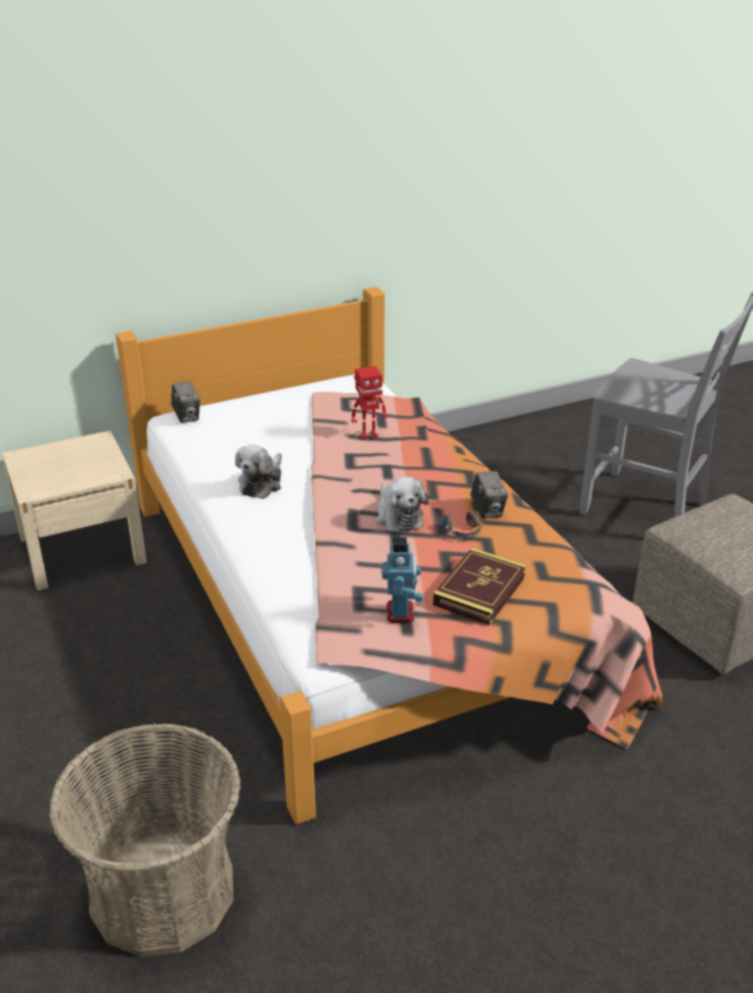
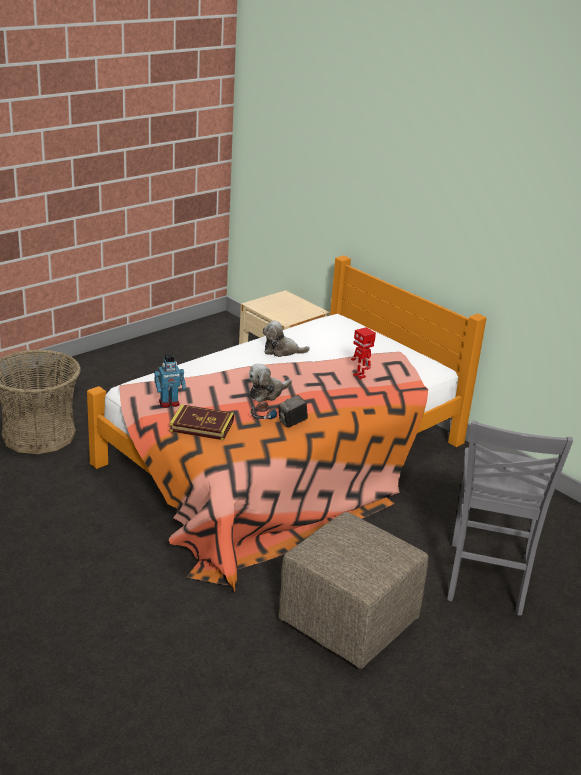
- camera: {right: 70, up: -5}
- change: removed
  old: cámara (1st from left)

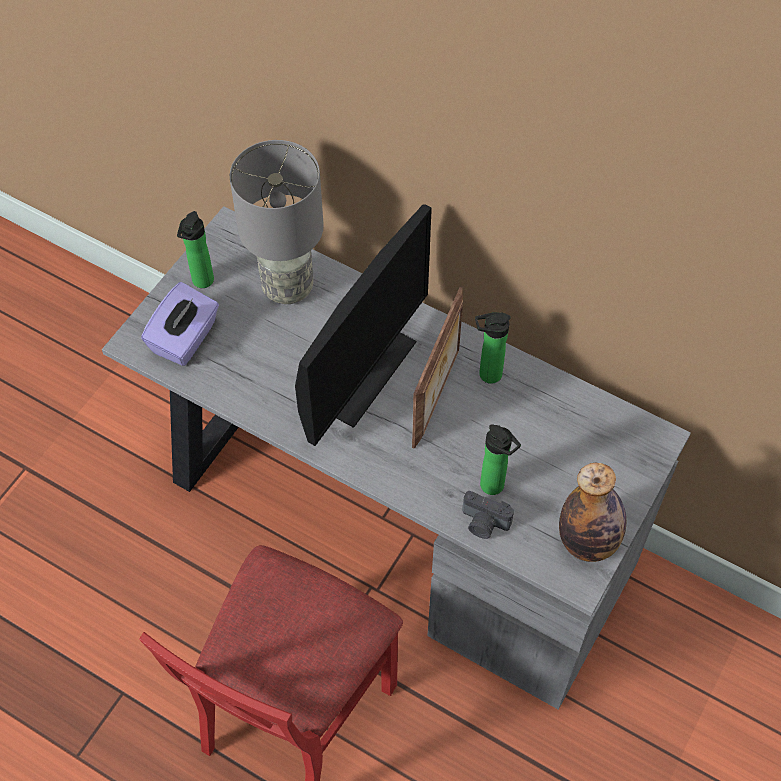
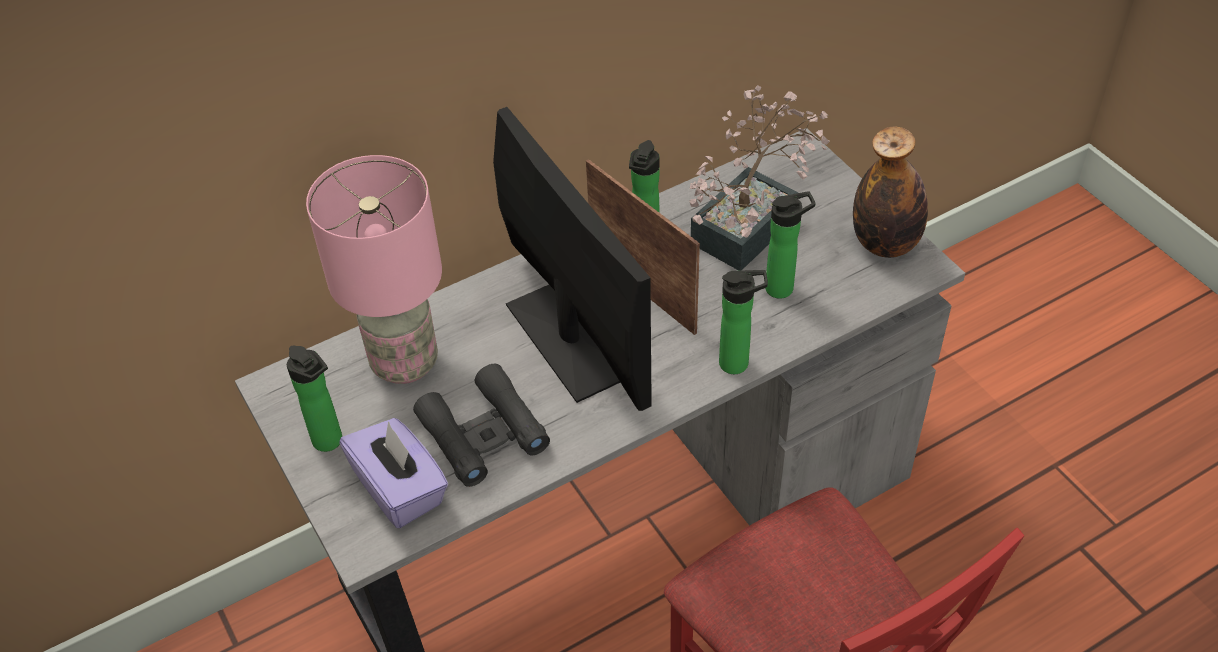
- camera: {right: -60, up: -10}
- change: removed
  old: cámara
- change: added
  new: prismáticos [negro]
- change: added
  new: planta en maceta
- change: added
  new: botella (3rd from left)
- change: recoloured
  old: lámpara de mesa [gris]
  new: lámpara de mesa [rosa]

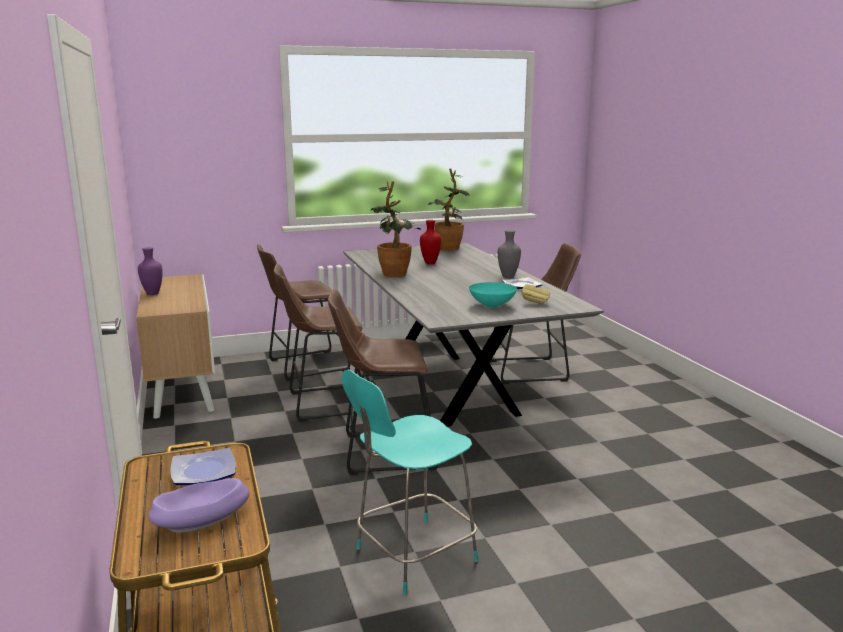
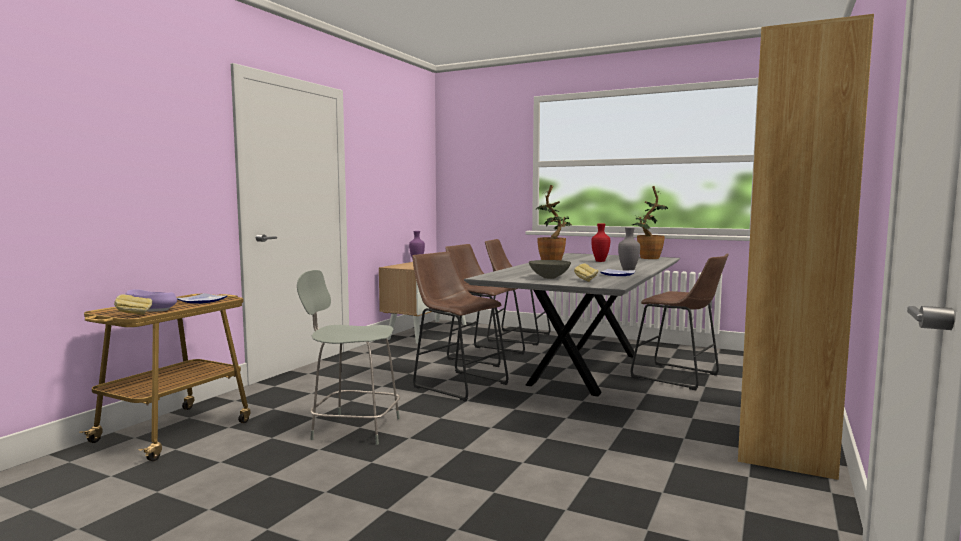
- camera: {right: 45, up: -10}
- change: added
  new: pan (1st from left)
- change: added
  new: estantería [marrón]
- change: recoloured
  old: silla [turquesa]
  new: silla [gris]
- change: recoloured
  old: cuenco [turquesa]
  new: cuenco [gris]

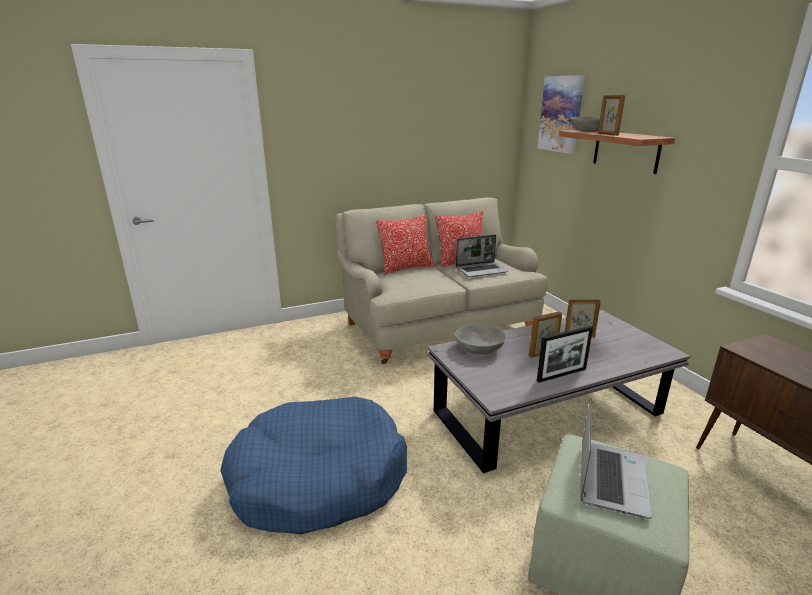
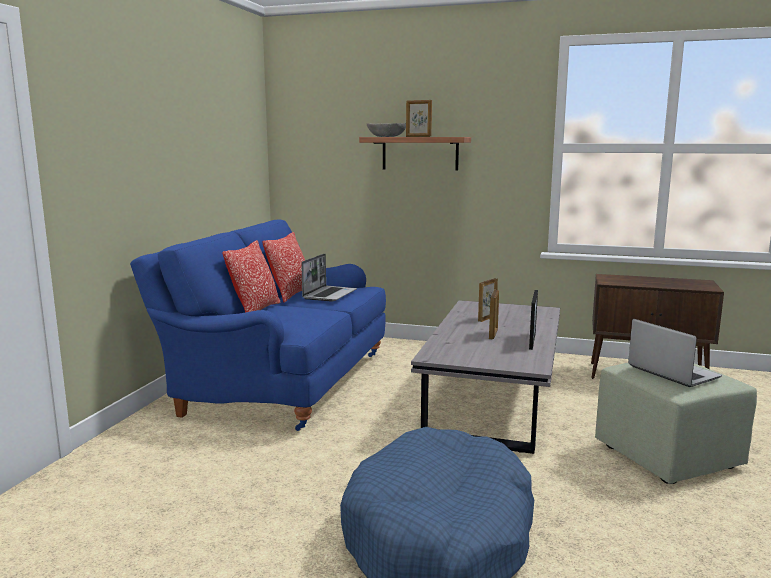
- camera: {right: -50, up: -10}
- change: removed
  old: cuenco [gris] (1st from left)
- change: removed
  old: cuadro
- change: recoloured
  old: sofá [beis]
  new: sofá [azul]

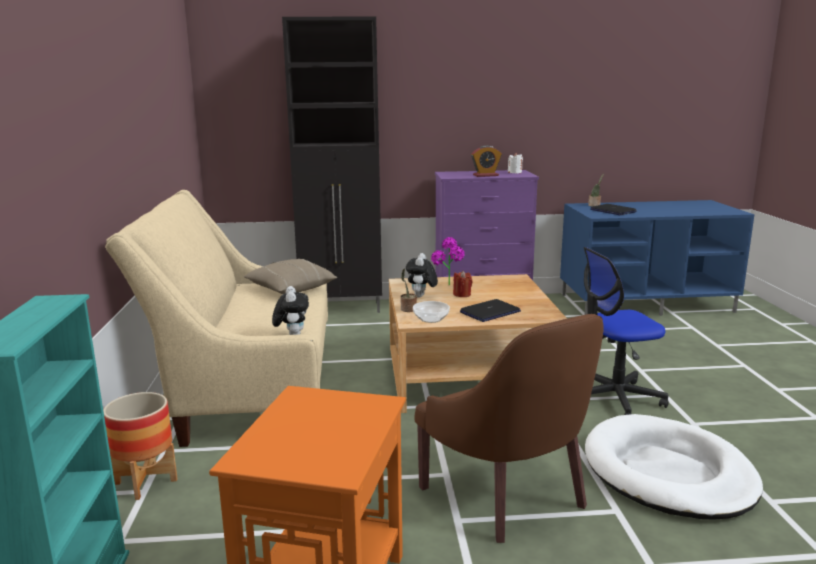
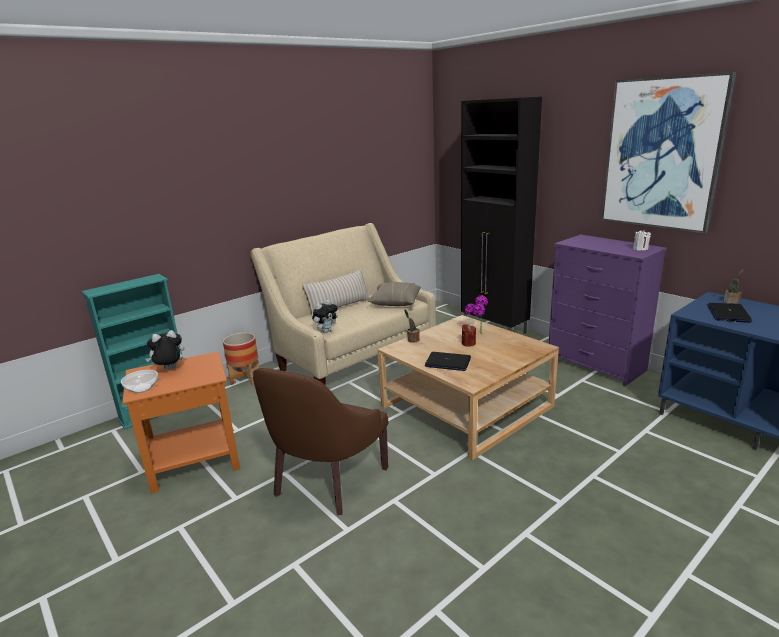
- camera: {right: 55, up: 5}
- change: removed
  old: despertador
- change: removed
  old: silla de oficina
- change: removed
  old: cama para perro [blanco]
- change: added
  new: cojín [beis] (1st from left)
- change: added
  new: cuadro
- change: moved
  old: peluche (2nd from left in the first image)
  new: peluche (1st from left)
- change: moved
  old: cuenco

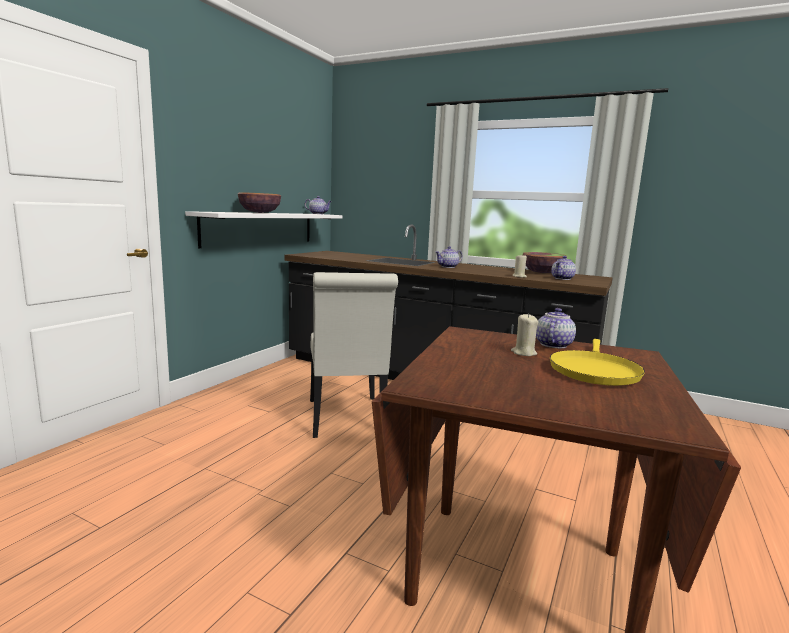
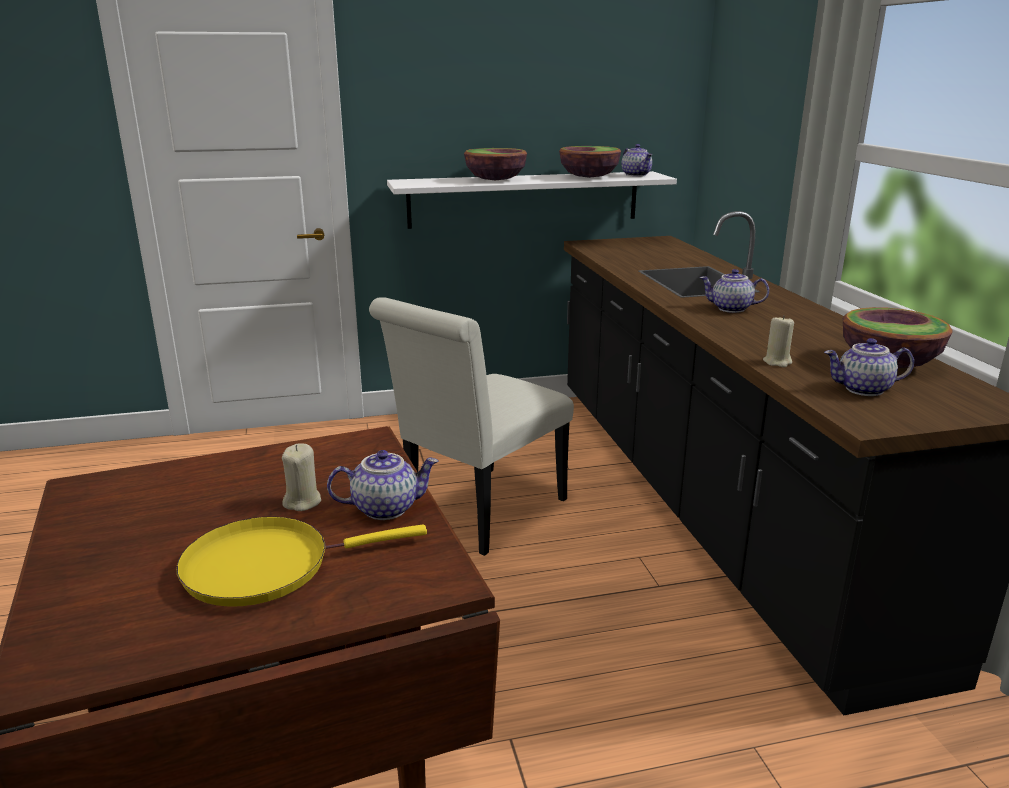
- camera: {right: 50, up: 10}
- change: added
  new: cuenco (2nd from left)

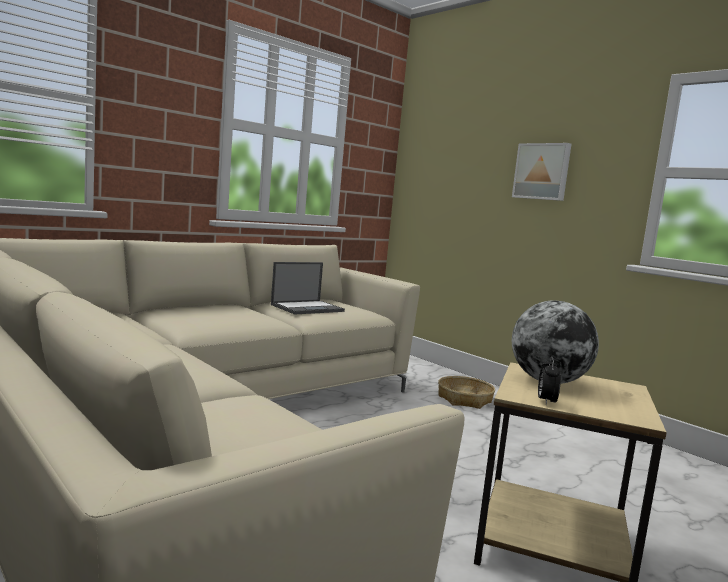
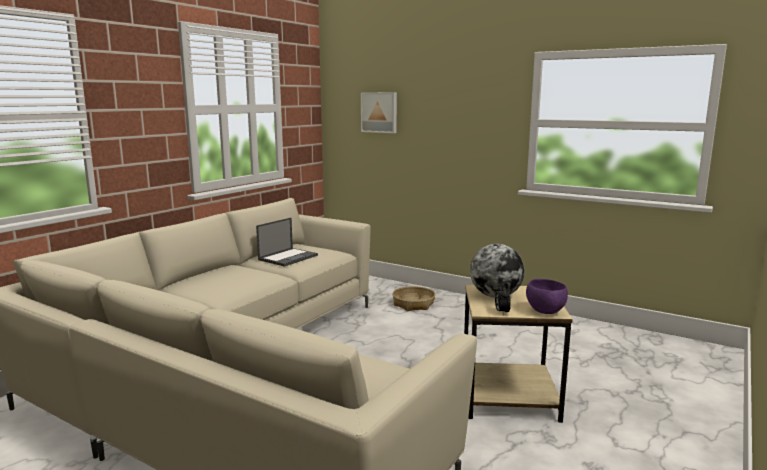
- camera: {right: -15, up: 5}
- change: added
  new: cuenco [morado]
- change: moved
  old: cuadro

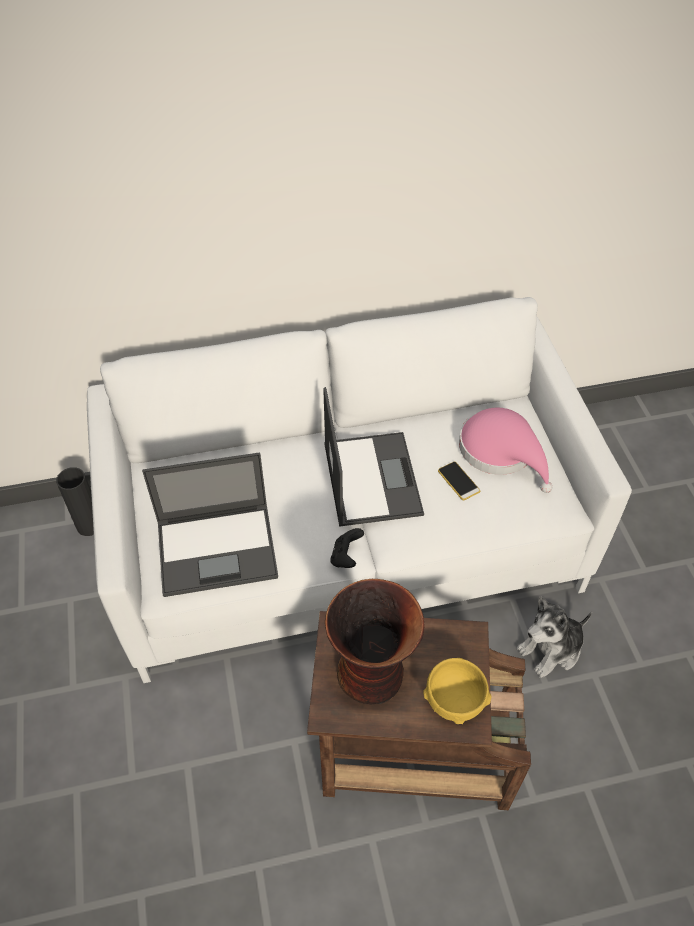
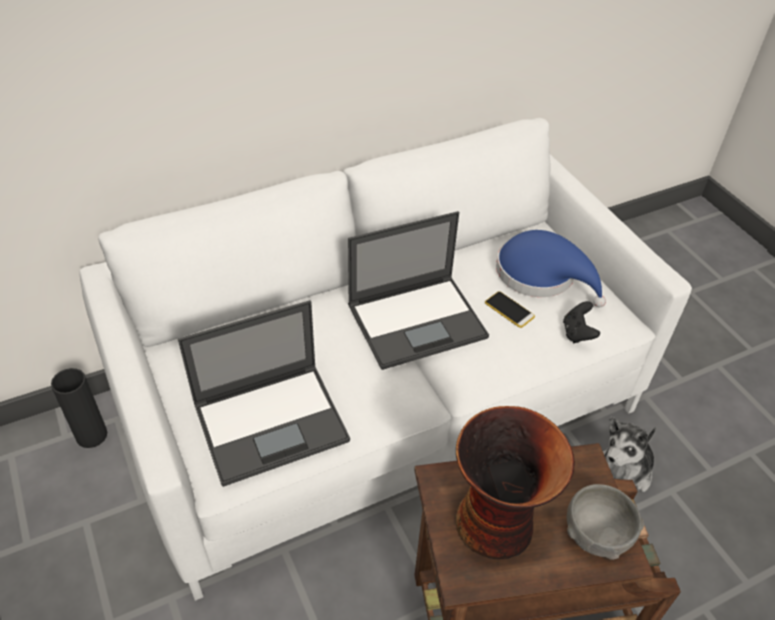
- camera: {right: -15, up: -5}
- change: moved
  old: mando de consola [negro]
- change: recoloured
  old: cuenco [amarillo]
  new: cuenco [gris]
- change: recoloured
  old: sombrero [rosa]
  new: sombrero [azul]
- change: turned
  old: portátil (2nd from left)
  degrees: 90

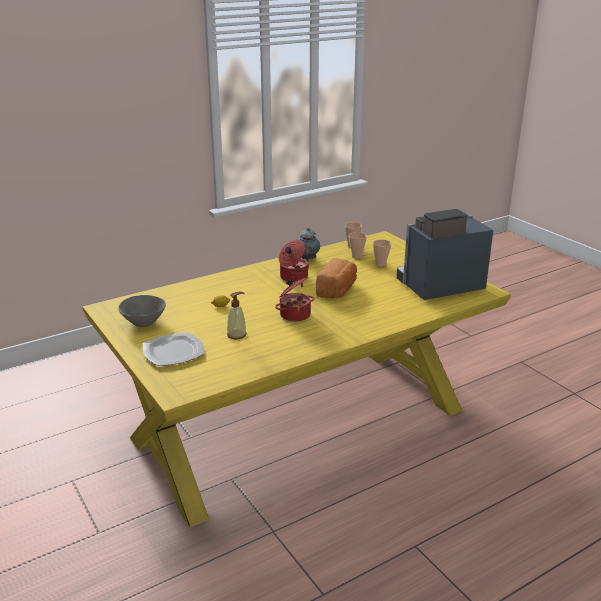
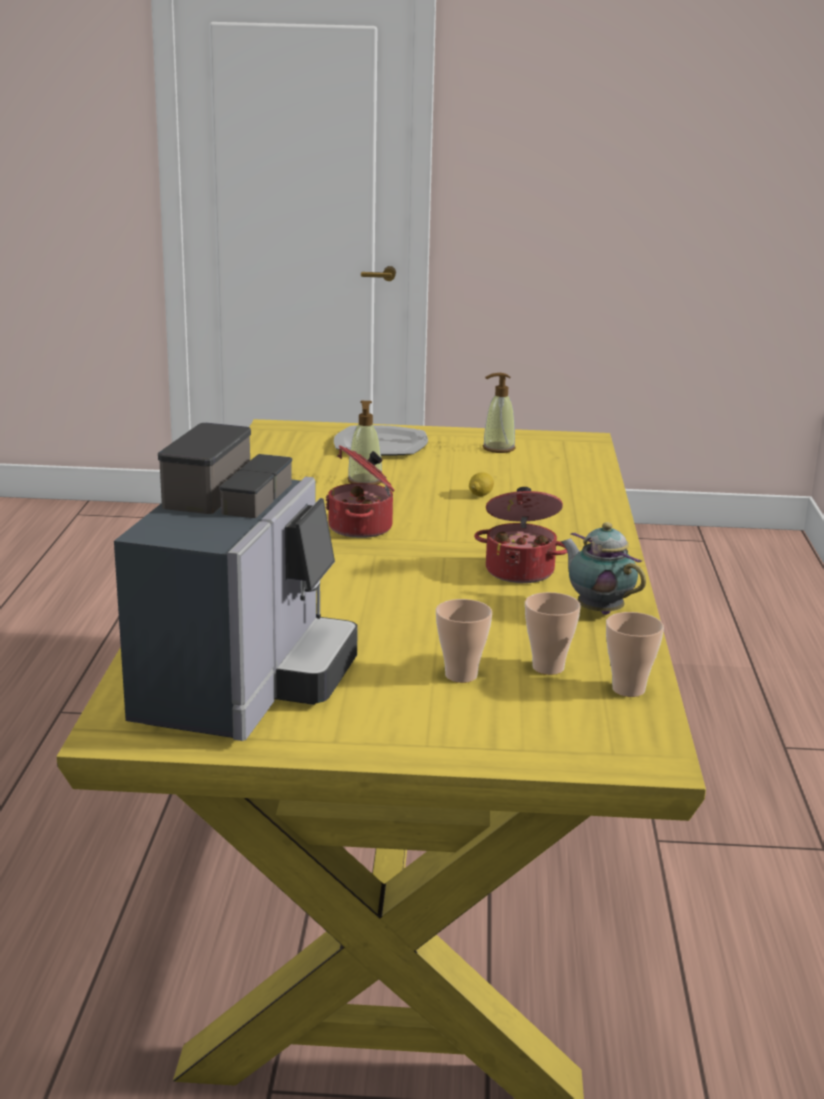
- camera: {right: 125, up: -5}
- change: removed
  old: pan
- change: replaced
  old: cuenco [gris]
  new: dispensador de jabón (2nd from left)

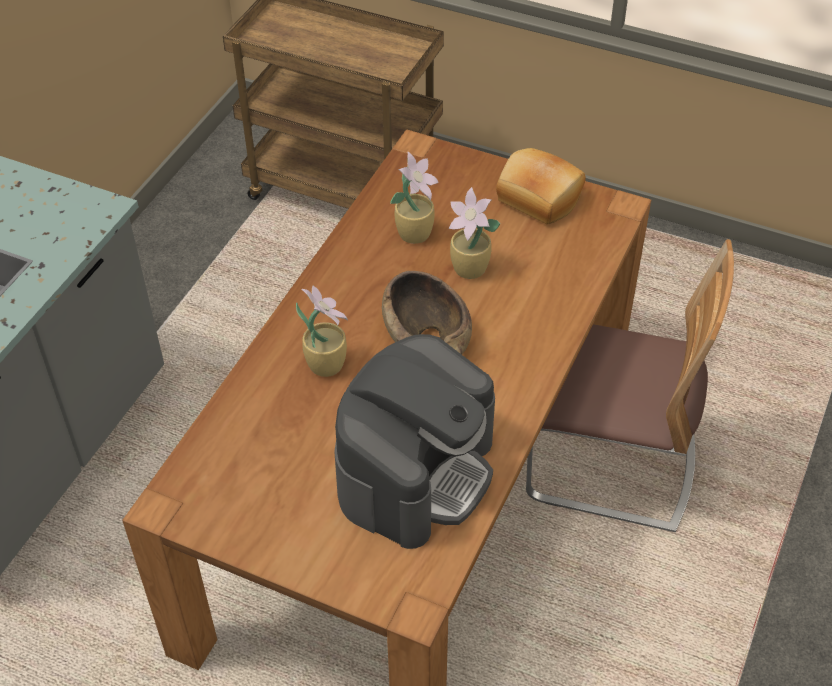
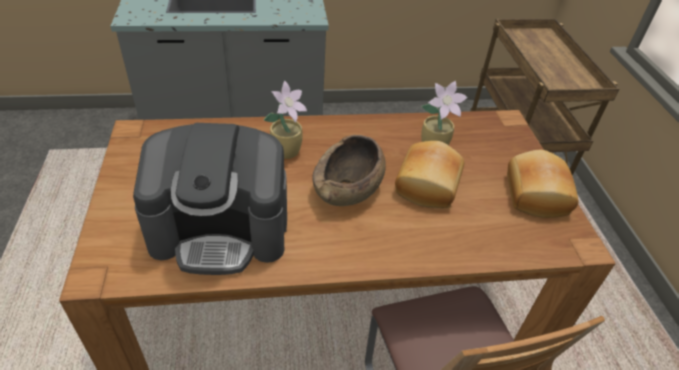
- camera: {right: 55, up: -5}
- change: replaced
  old: planta en maceta (3rd from left)
  new: pan (1st from left)

